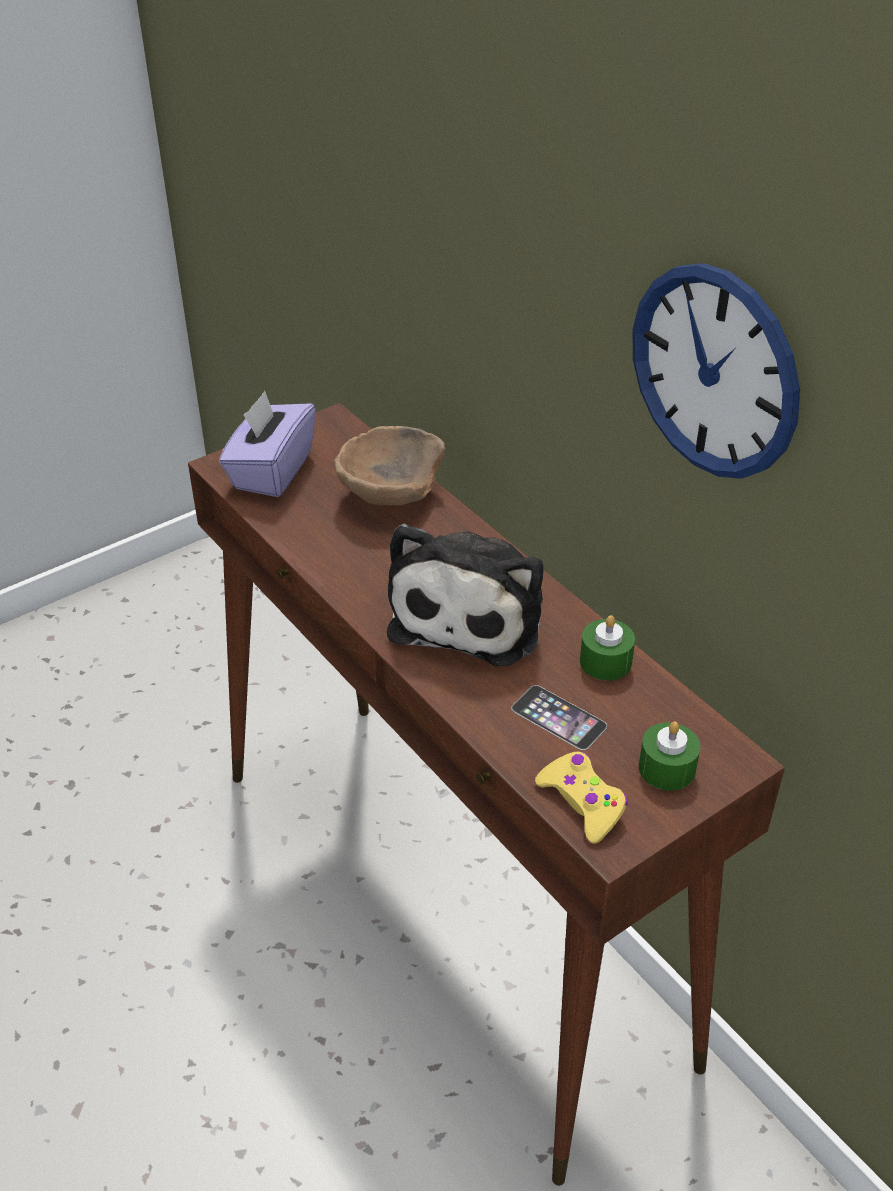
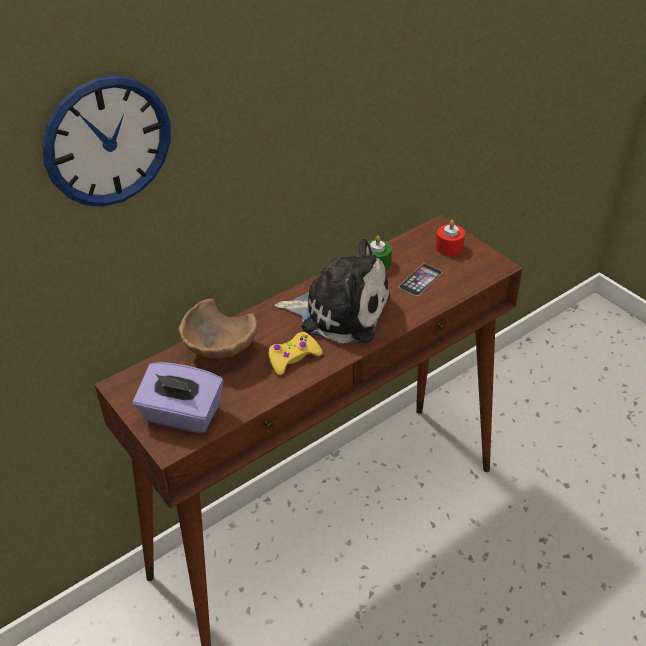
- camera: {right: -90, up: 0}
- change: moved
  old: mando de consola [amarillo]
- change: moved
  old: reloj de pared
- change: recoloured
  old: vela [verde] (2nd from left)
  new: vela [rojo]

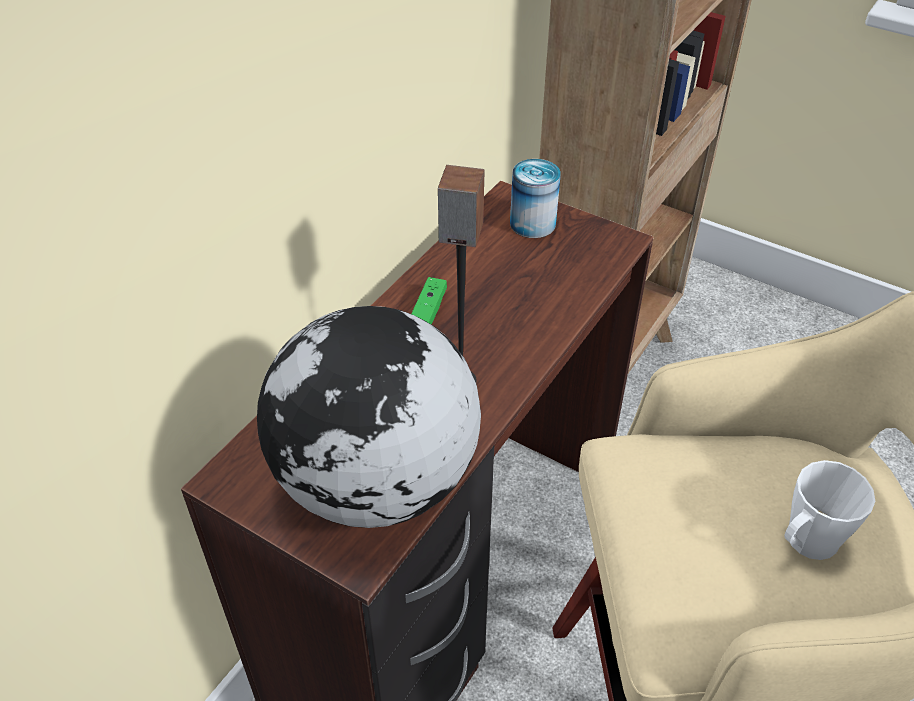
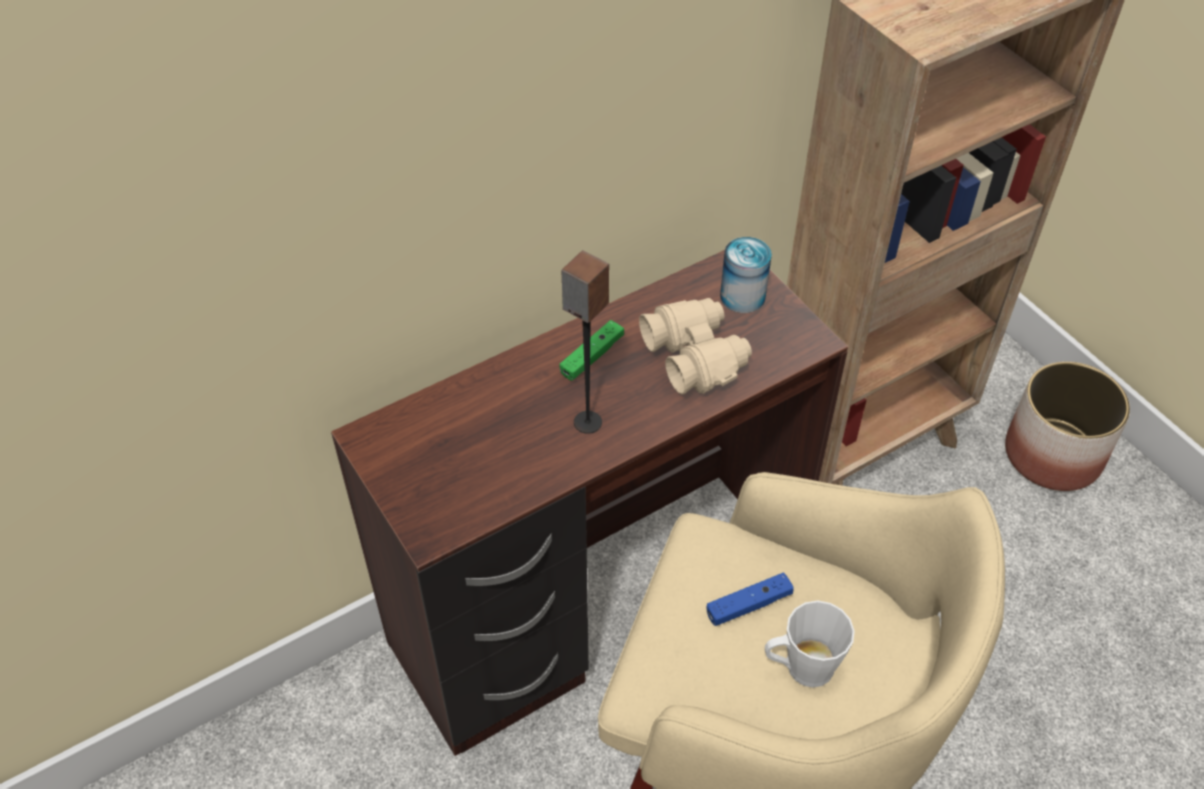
- camera: {right: 25, up: 5}
- change: removed
  old: globo terráqueo
- change: added
  new: prismáticos [beis]
- change: added
  new: mando de consola [azul]
- change: added
  new: maceta

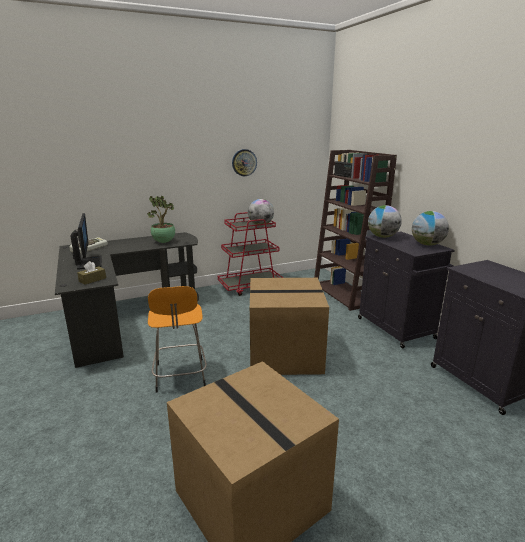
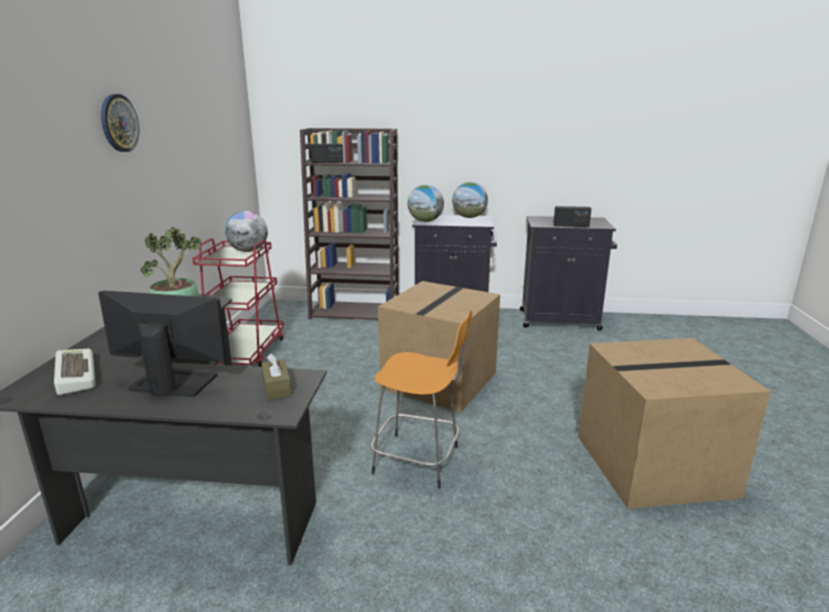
- camera: {right: -60, up: 0}
- change: added
  new: radio (2nd from left)
- change: moved
  old: reloj de pared

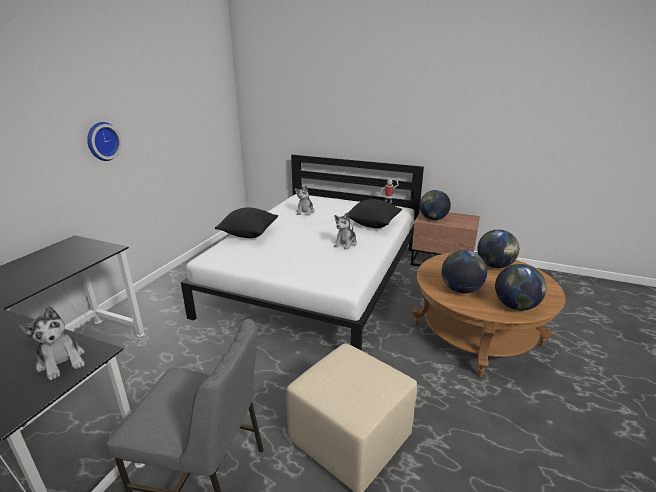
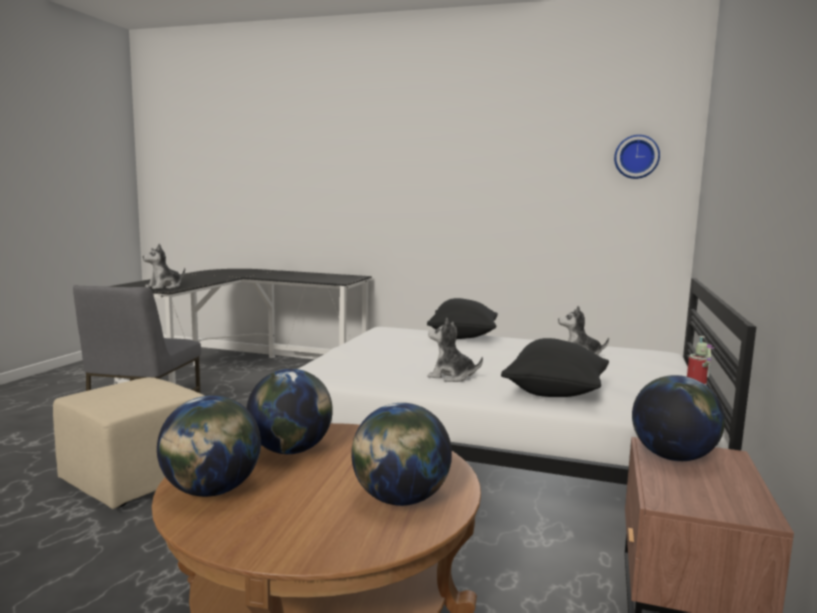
- camera: {right: 85, up: -15}
- change: moved
  old: reloj de pared

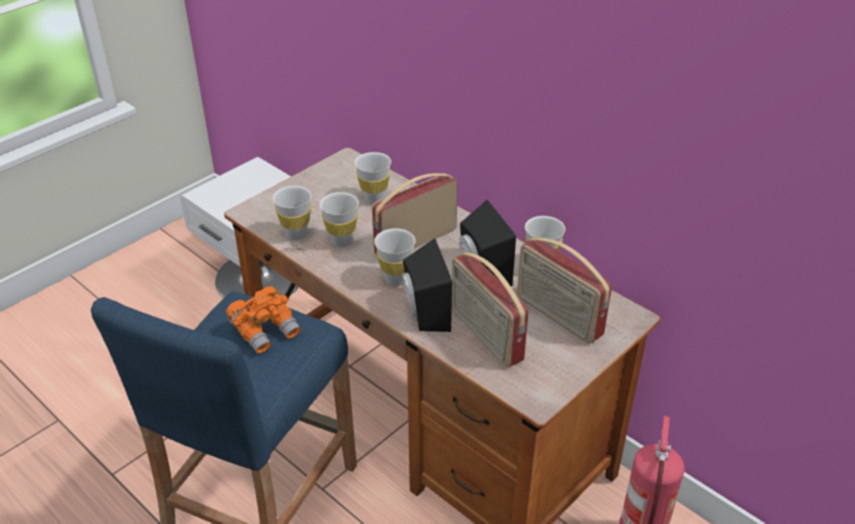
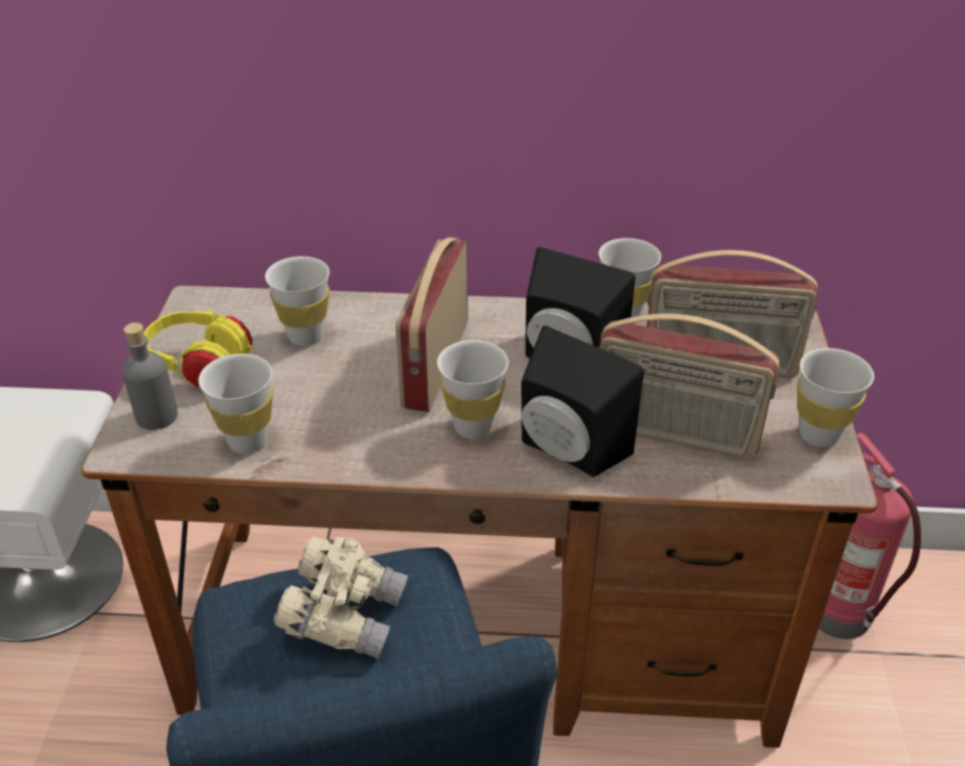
- camera: {right: -40, up: 0}
- change: added
  new: botella [gris]
- change: added
  new: auriculares [amarillo]
- change: moved
  old: taza [blanco] (2nd from left in the first image)
  new: taza [blanco] (5th from left)
- change: recoloured
  old: prismáticos [naranja]
  new: prismáticos [beis]

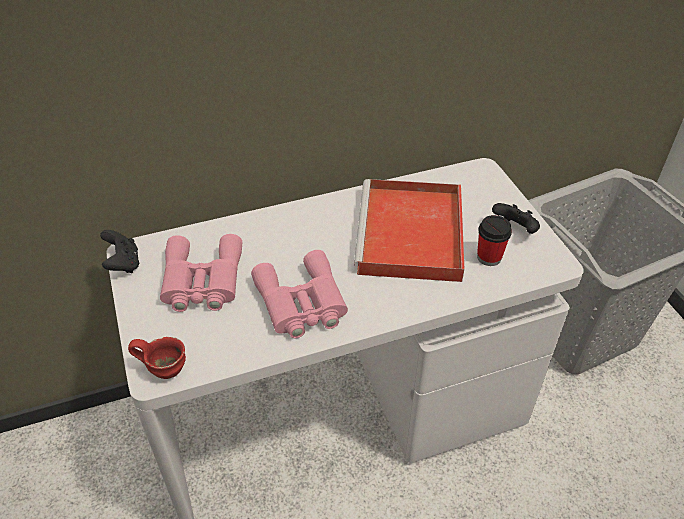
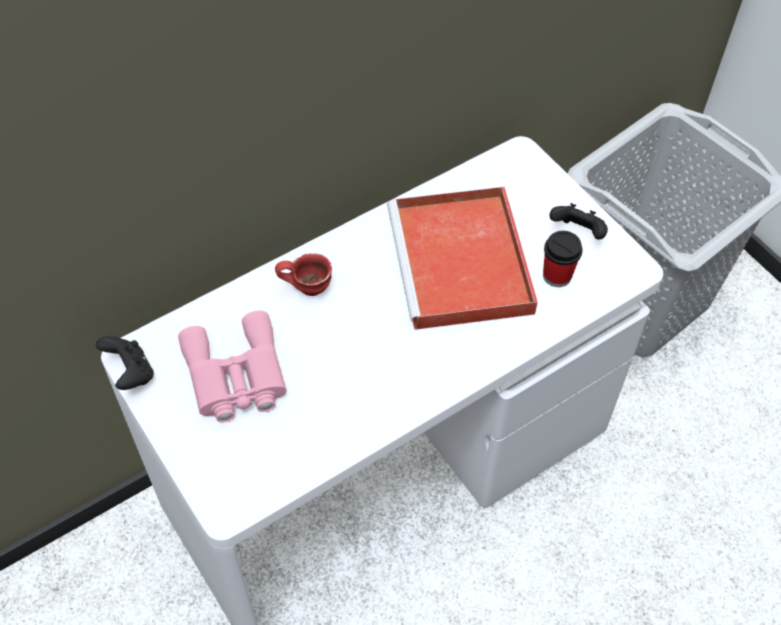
- camera: {right: -15, up: 10}
- change: removed
  old: prismáticos [rosa] (2nd from left)
- change: moved
  old: taza grande [rojo]

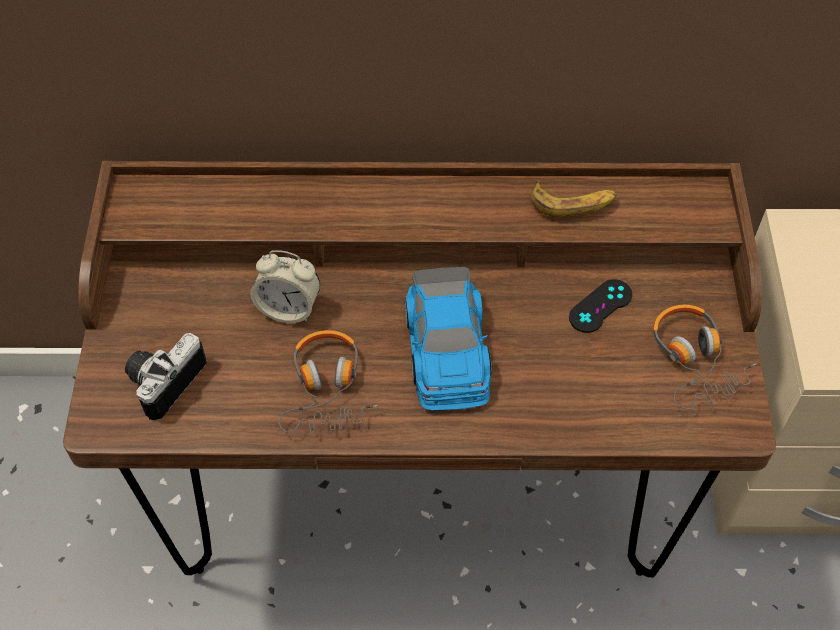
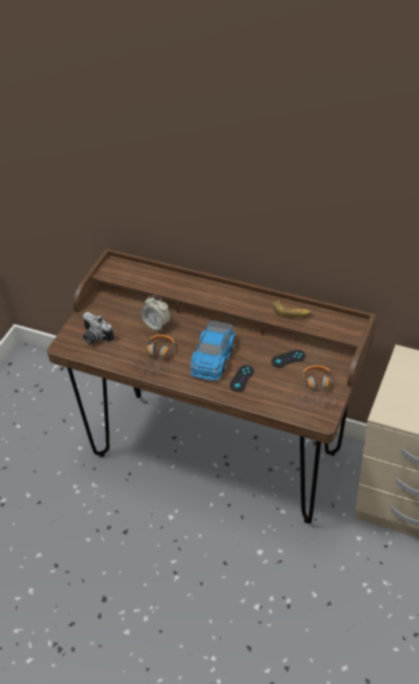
- camera: {right: 25, up: -10}
- change: added
  new: mando de consola [negro] (1st from left)
- change: turned
  old: cámara
  degrees: -105

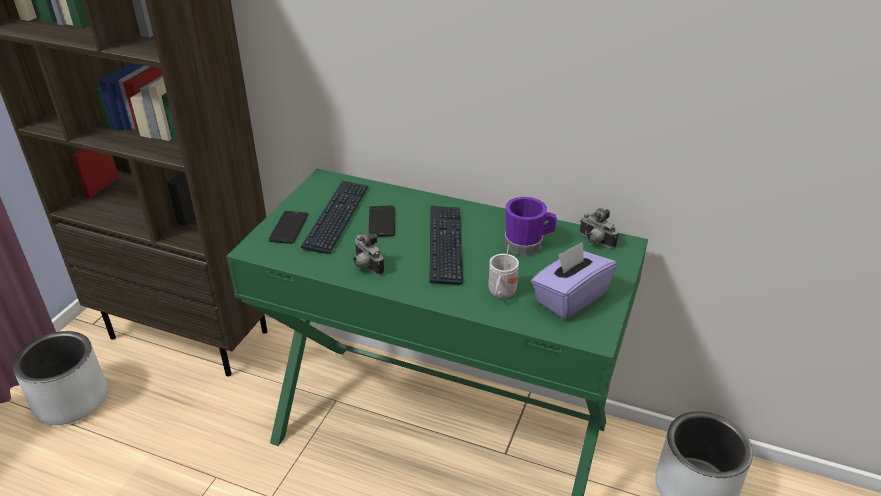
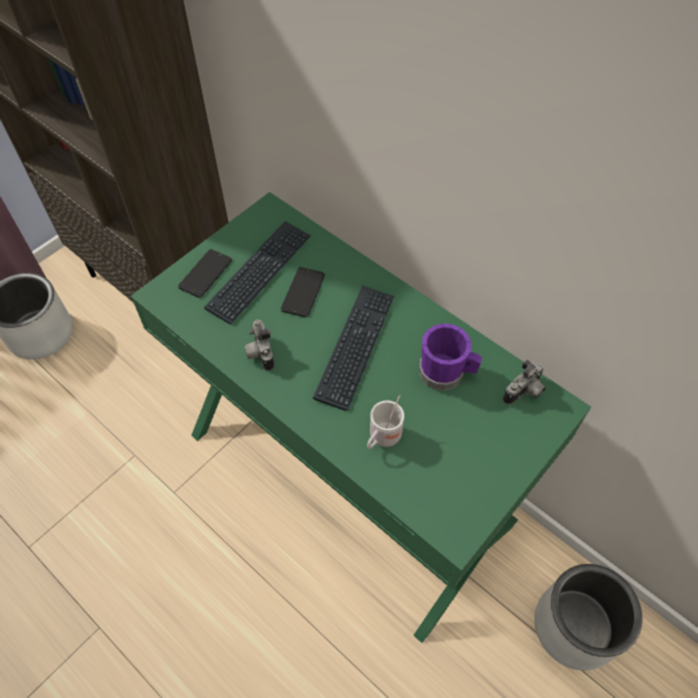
- camera: {right: 20, up: 20}
- change: removed
  old: caja de pañuelos [morado]
- change: turned
  old: cámara (2nd from left)
  degrees: -105

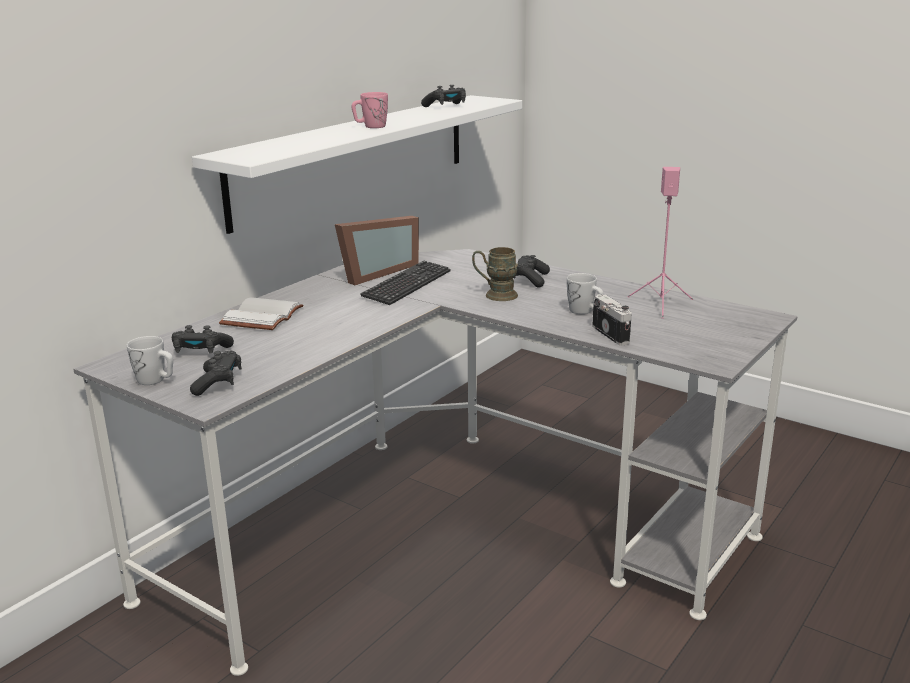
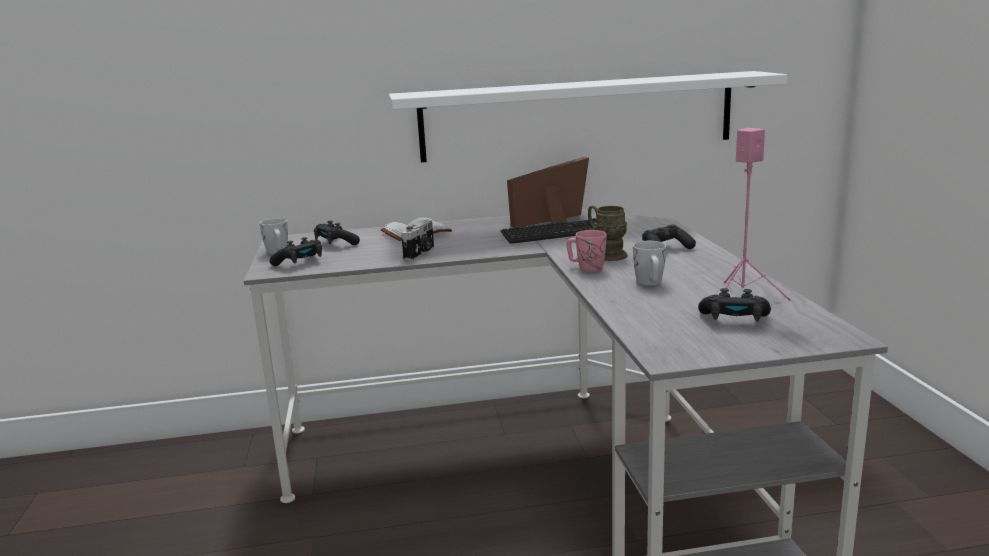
- camera: {right: 45, up: -5}
- change: moved
  old: taza grande [rosa]
- change: moved
  old: mando de consola [negro] (3rd from left in the first image)
  new: mando de consola [negro] (4th from left)
- change: moved
  old: cámara
- change: turned
  old: portarretratos
  degrees: 150

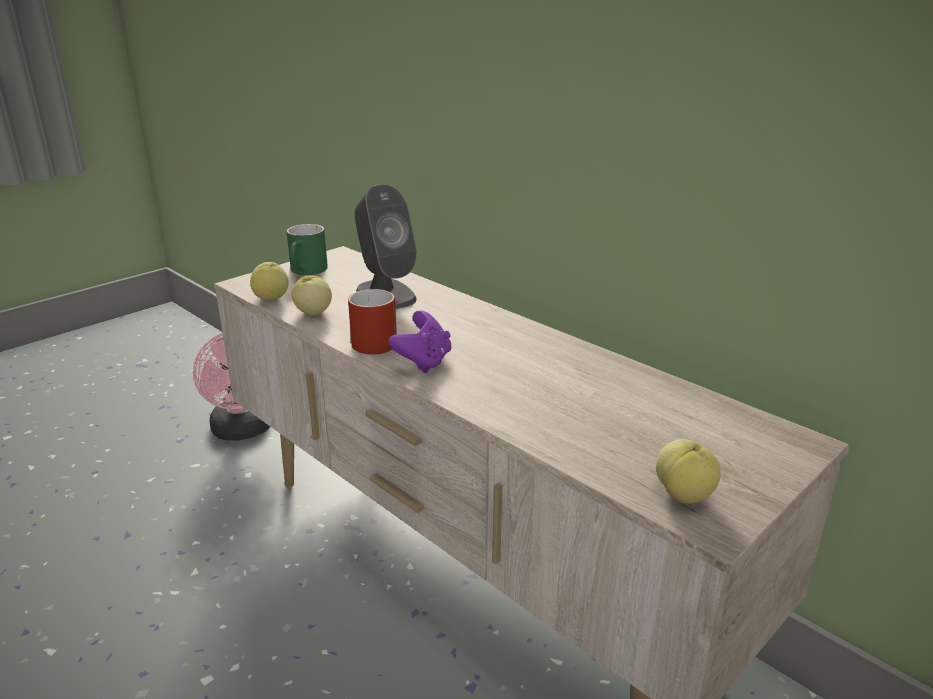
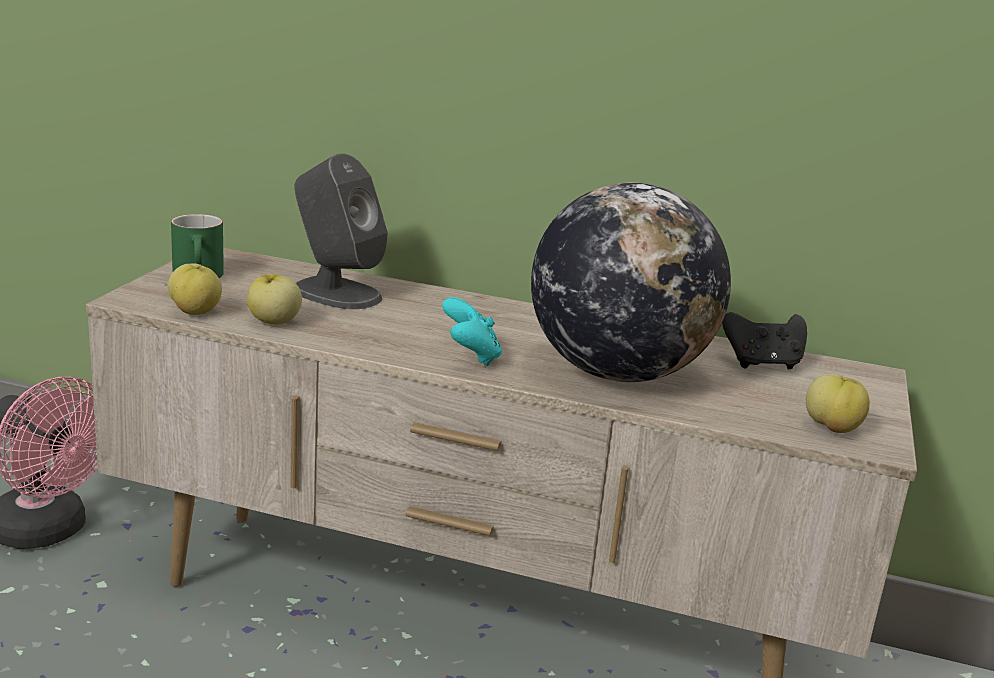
- camera: {right: -30, up: -5}
- change: removed
  old: taza grande [rojo]
- change: added
  new: globo terráqueo
- change: added
  new: mando de consola [negro]
- change: recoloured
  old: mando de consola [morado]
  new: mando de consola [turquesa]

